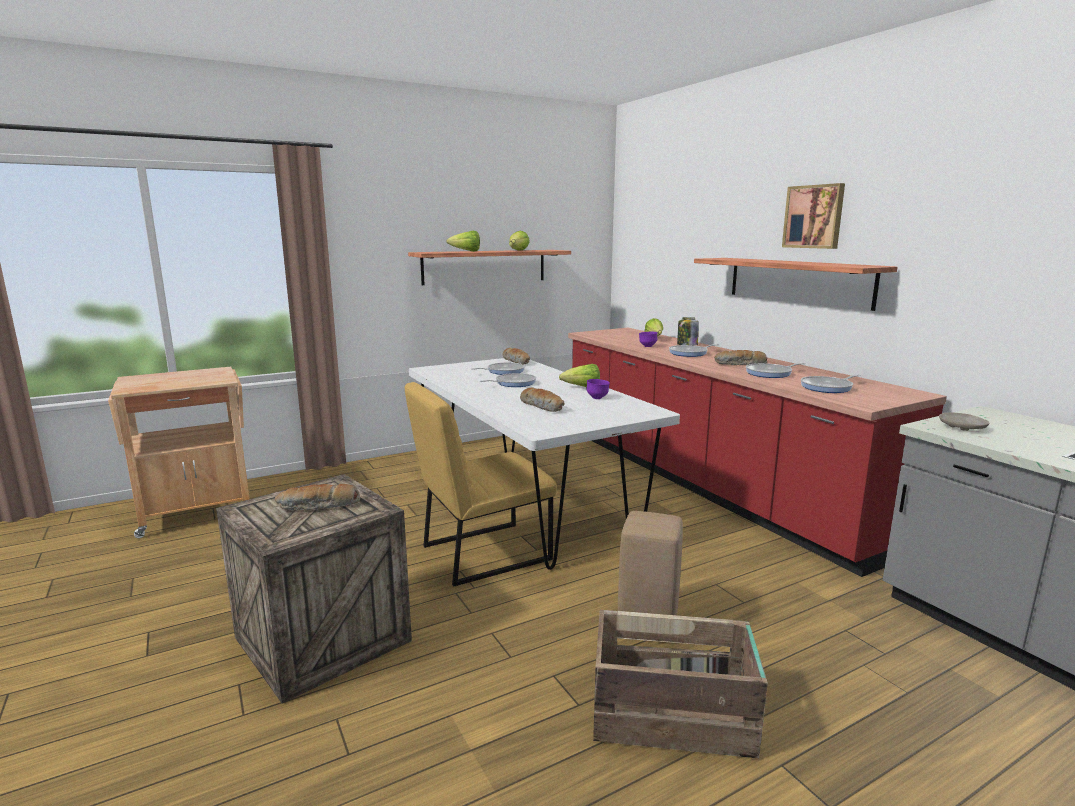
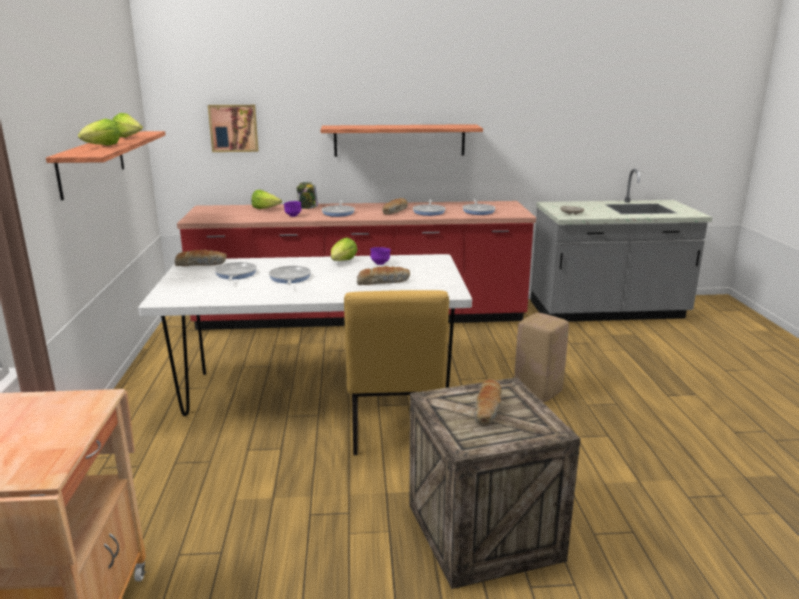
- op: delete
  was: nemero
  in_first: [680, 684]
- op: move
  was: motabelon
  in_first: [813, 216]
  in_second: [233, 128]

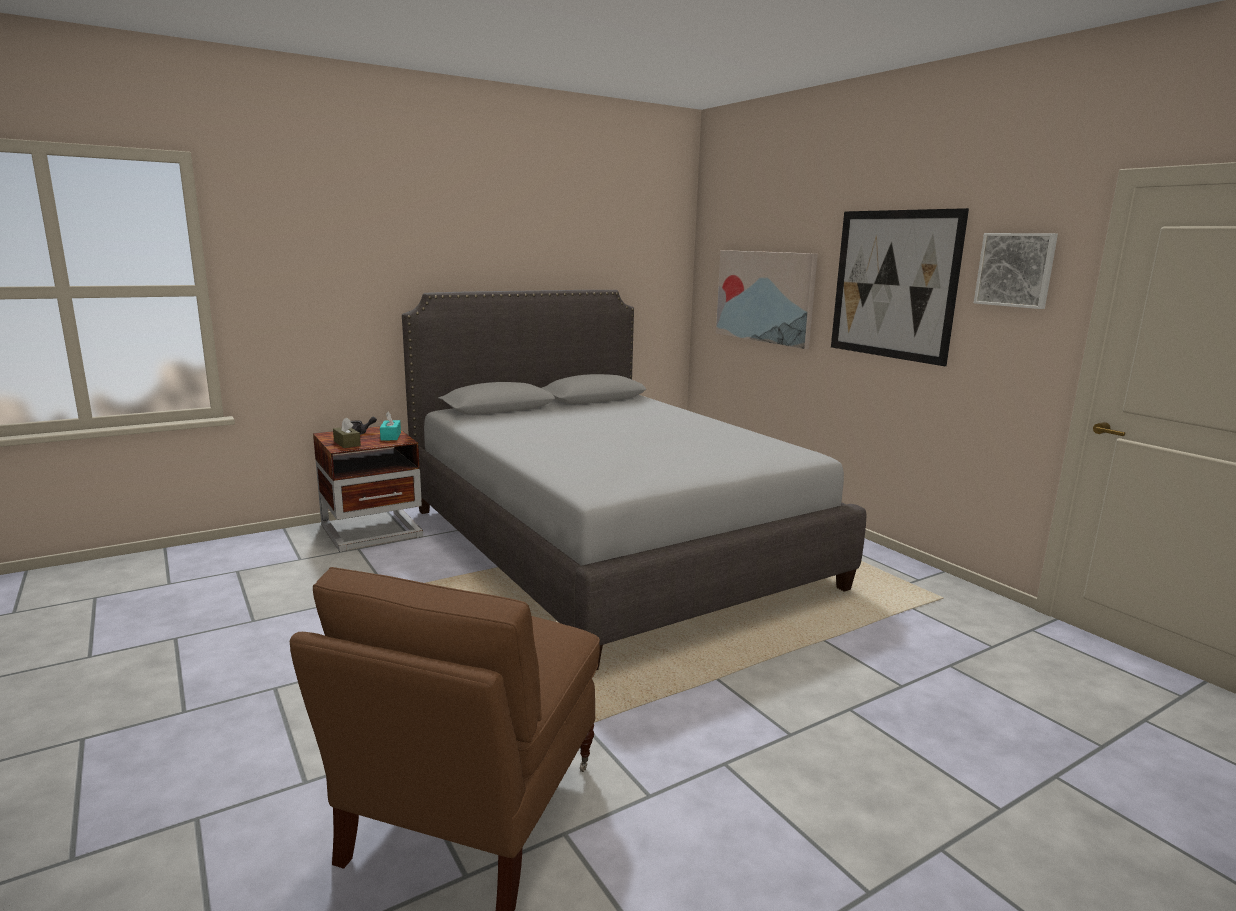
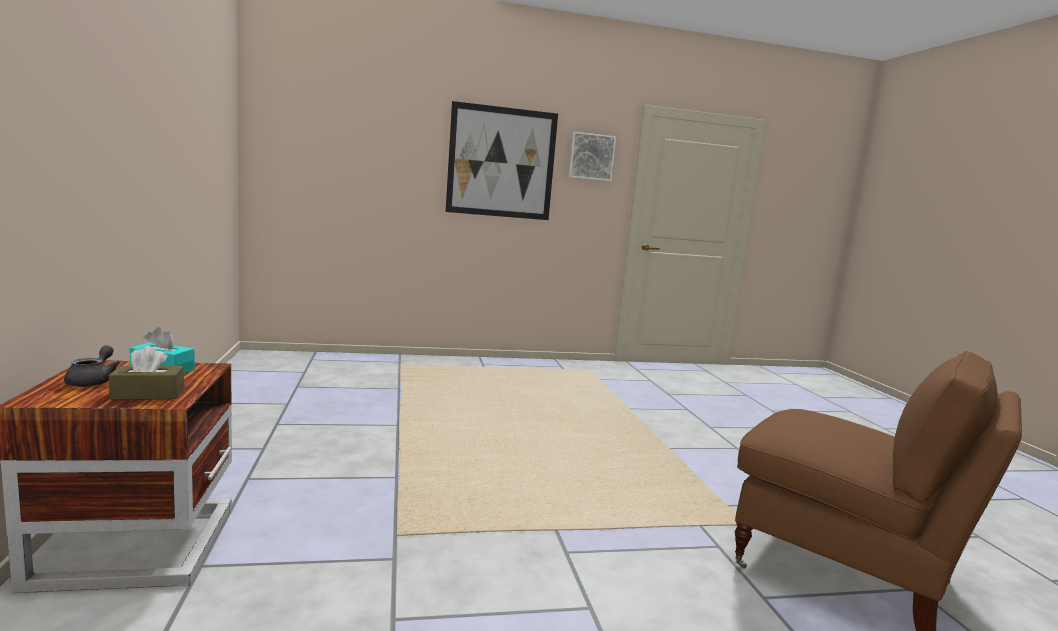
- op: delete
  was: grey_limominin
  in_first: [634, 480]
- op: delete
  was: motabelon
  in_first: [767, 299]

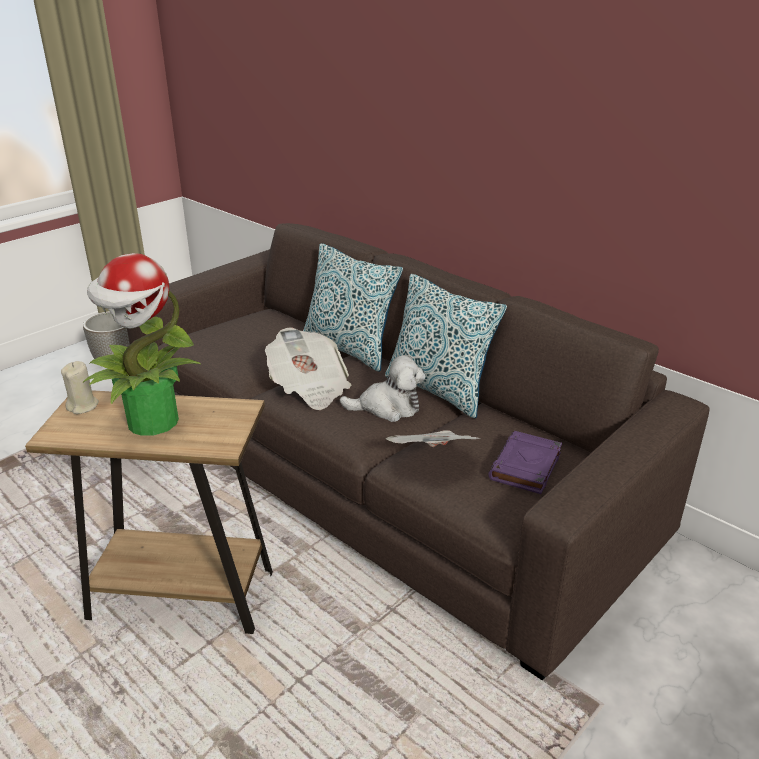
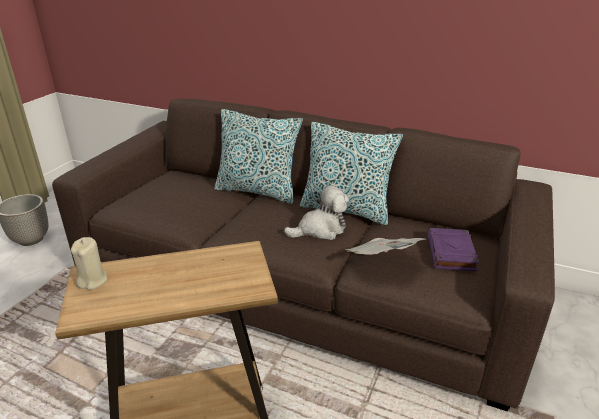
- op: delete
  was: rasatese
  in_first: [142, 344]
- op: delete
  was: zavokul
  in_first: [308, 368]

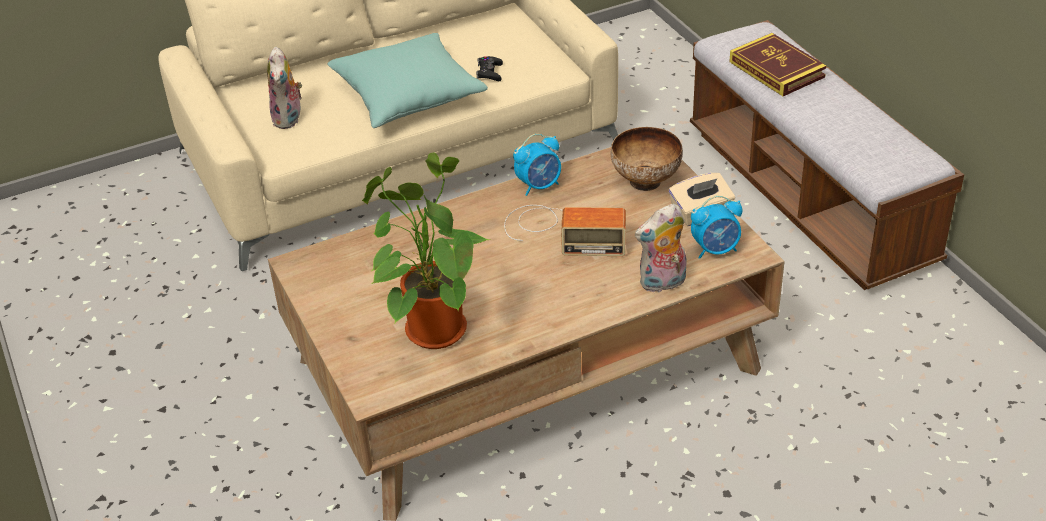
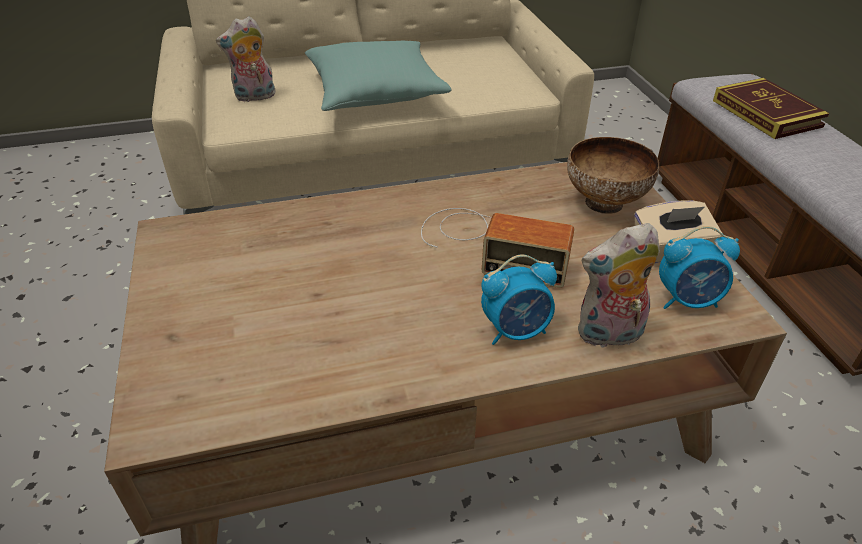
- op: rotate
  was: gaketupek
  in_first: [284, 87]
  in_second: [246, 59]
  clockwise: 60
- op: delete
  was: rasatese
  in_first: [426, 251]
- op: delete
  was: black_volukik
  in_first: [489, 68]
- op: move
  was: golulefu
  in_first: [537, 165]
  in_second: [519, 300]

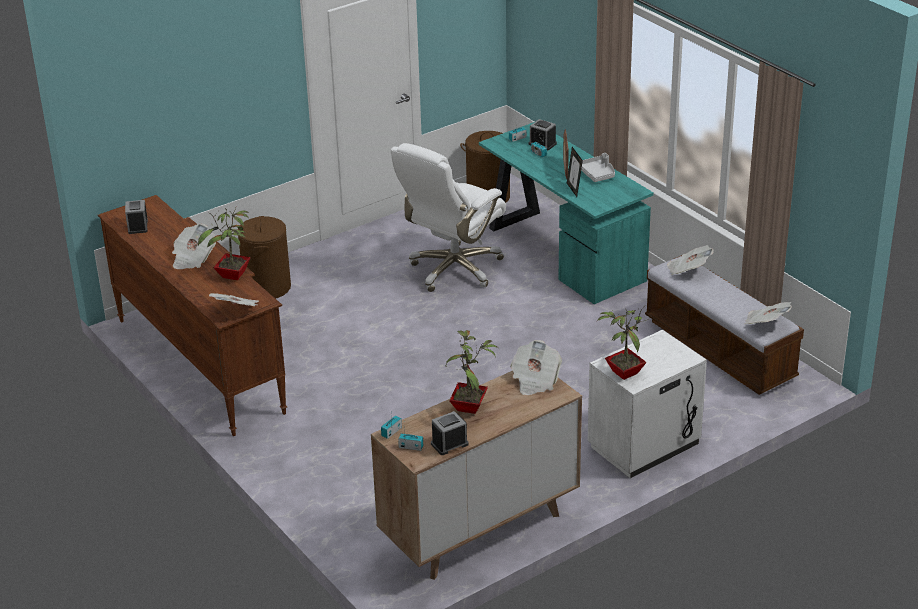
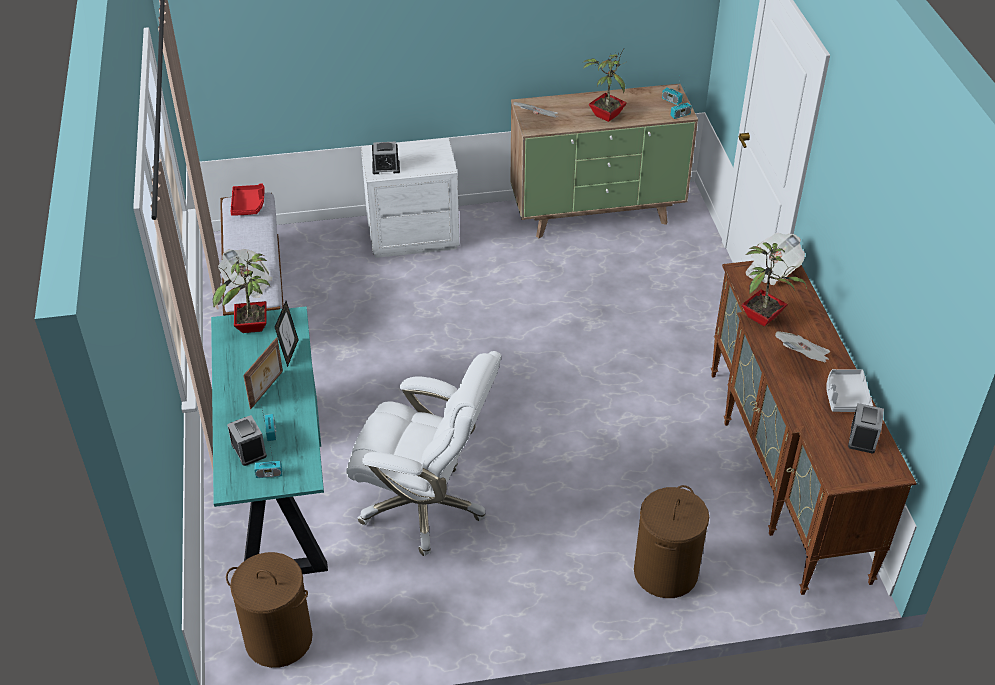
- op: rotate
  was: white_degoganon
  in_first: [448, 217]
  in_second: [423, 453]
  clockwise: 45
- op: move
  was: golulefu
  in_first: [450, 433]
  in_second: [386, 157]
- op: move
  was: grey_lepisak
  in_first: [598, 167]
  in_second: [849, 390]
- op: move
  was: rasatese
  in_first: [621, 343]
  in_second: [241, 292]
- op: replace
  was: zavokul
  now: red_lepisak
  in_first: [768, 313]
  in_second: [248, 199]

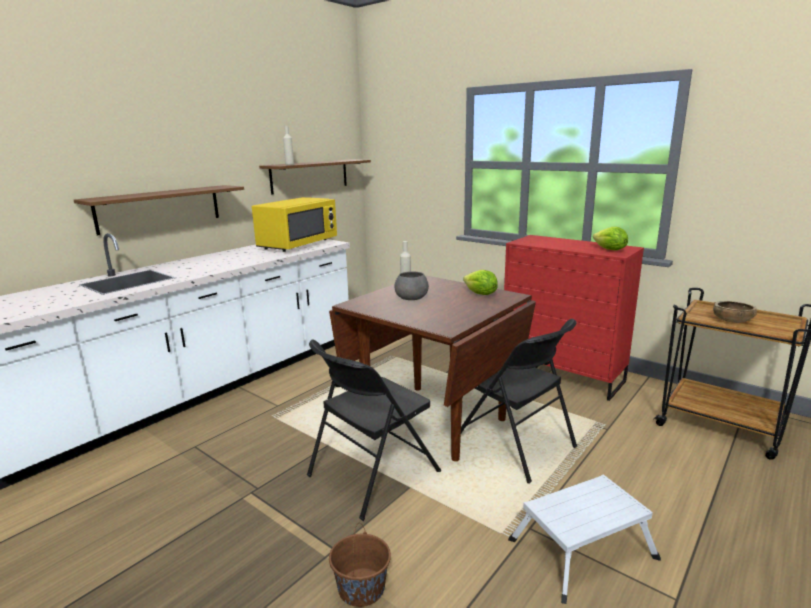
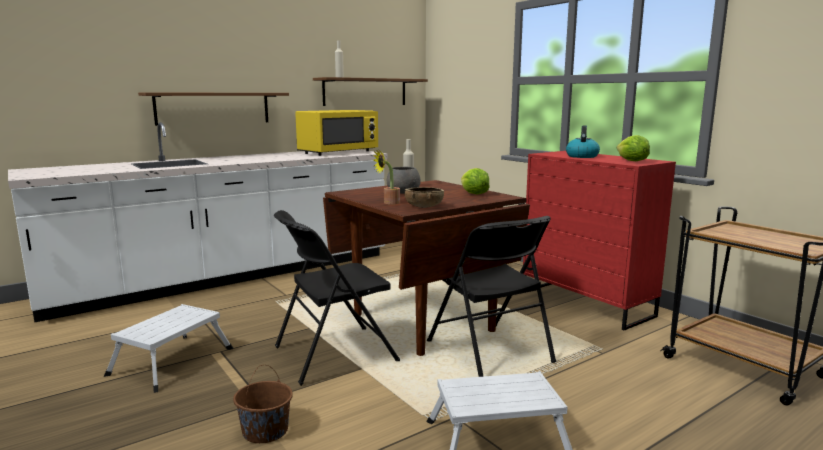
- op: move
  was: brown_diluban
  in_first: [735, 312]
  in_second: [424, 197]
- op: insert
  now: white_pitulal
  in_second: [168, 348]
- op: insert
  now: rasatese
  in_second: [386, 177]
- op: insert
  now: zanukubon
  in_second: [583, 141]

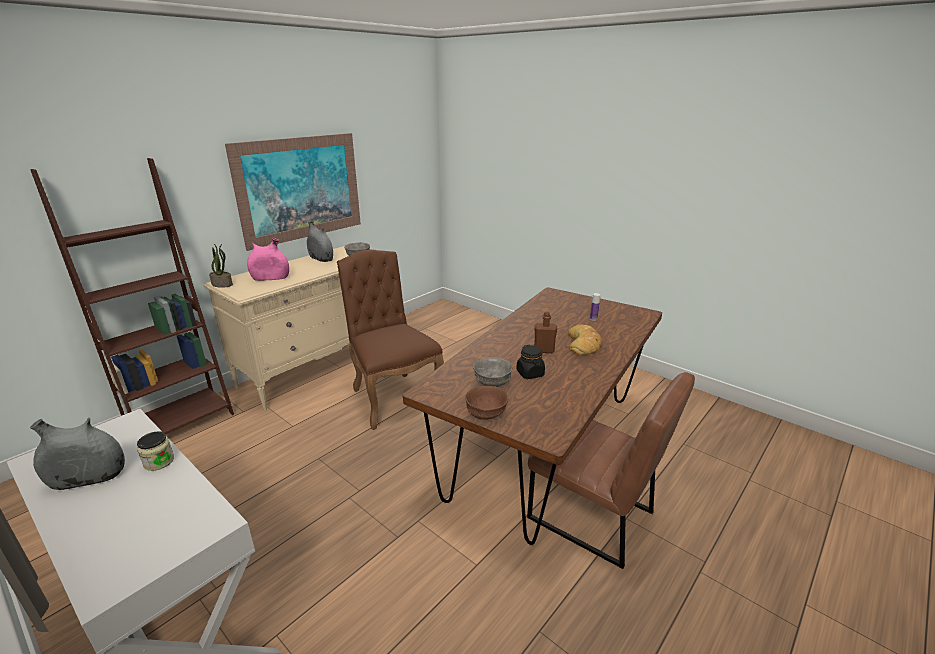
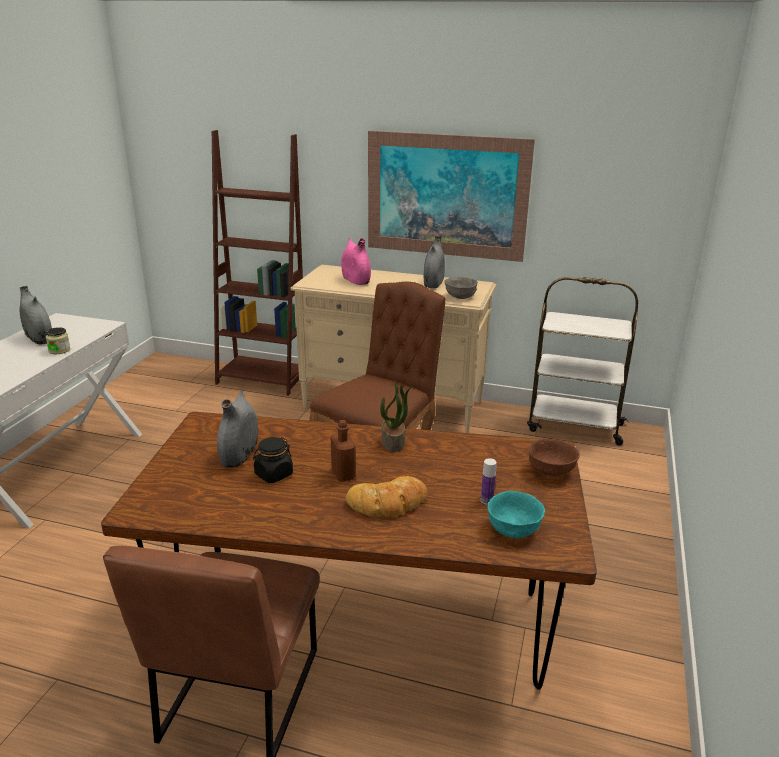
- op: move
  was: rasatese
  in_first: [221, 266]
  in_second: [396, 417]
- op: move
  was: brown_diluban
  in_first: [487, 403]
  in_second: [554, 457]
- op: replace
  was: grey_diluban
  now: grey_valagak
  in_first: [493, 372]
  in_second: [237, 429]
- op: insert
  now: turquoise_diluban
  in_second: [516, 514]
- op: insert
  now: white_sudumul
  in_second: [582, 361]

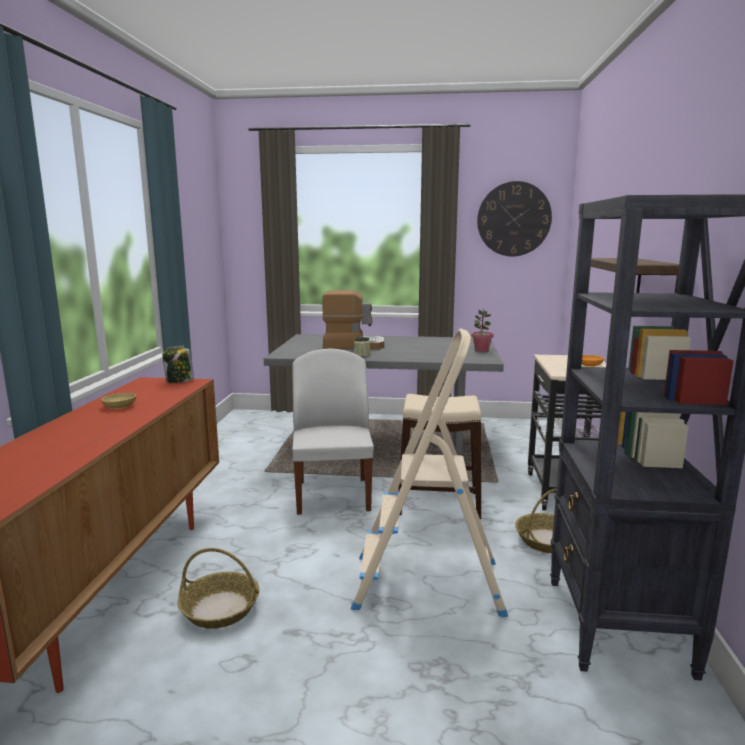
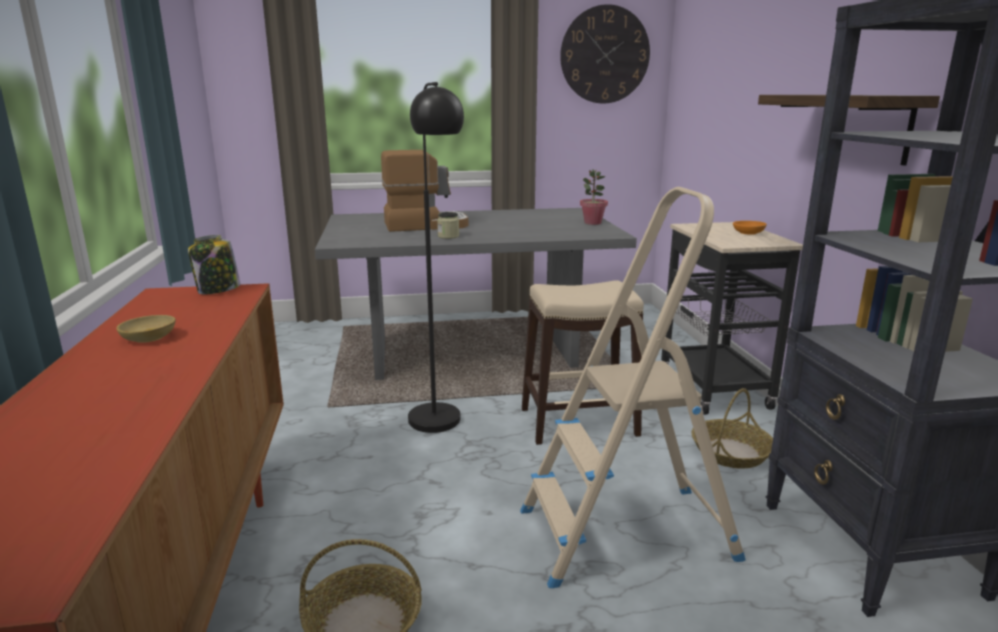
- op: replace
  was: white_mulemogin
  now: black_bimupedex
  in_first: [333, 432]
  in_second: [436, 257]

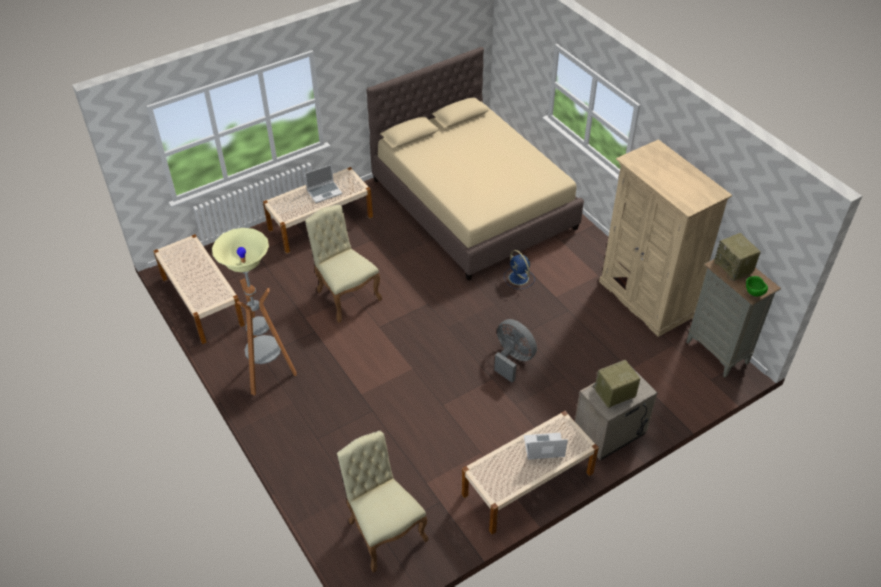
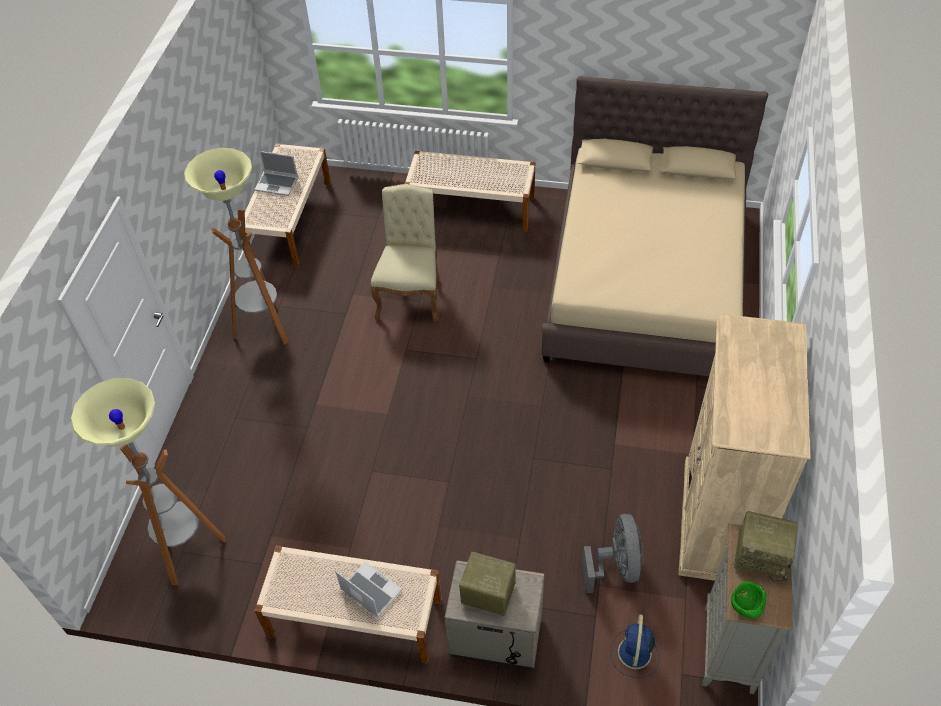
- op: move
  was: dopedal
  in_first: [323, 183]
  in_second: [276, 173]
- op: replace
  was: beige_mulemogin
  now: bimupedex
  in_first: [382, 502]
  in_second: [148, 482]
- op: move
  was: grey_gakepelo
  in_first: [515, 351]
  in_second: [612, 553]
- op: move
  was: blue_gakepelo
  in_first: [519, 269]
  in_second: [635, 646]
- op: rotate
  was: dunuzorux
  in_first: [737, 257]
  in_second: [766, 546]
  clockwise: -90

